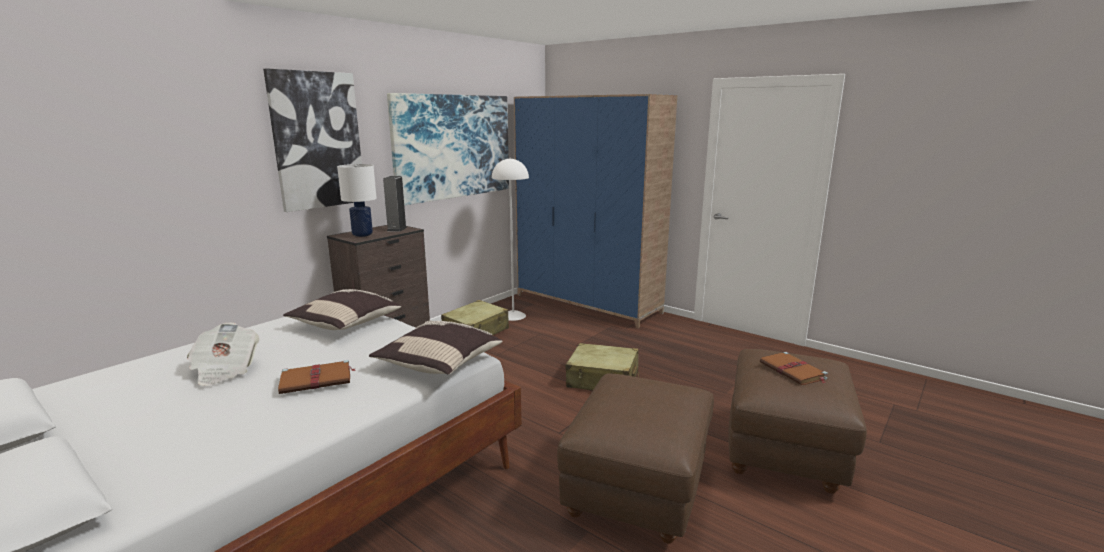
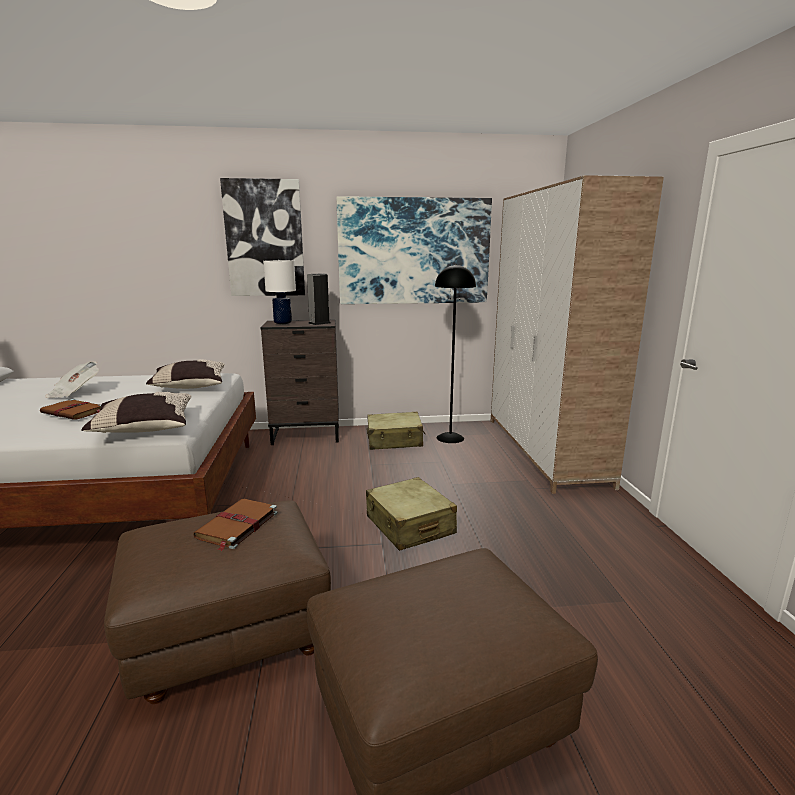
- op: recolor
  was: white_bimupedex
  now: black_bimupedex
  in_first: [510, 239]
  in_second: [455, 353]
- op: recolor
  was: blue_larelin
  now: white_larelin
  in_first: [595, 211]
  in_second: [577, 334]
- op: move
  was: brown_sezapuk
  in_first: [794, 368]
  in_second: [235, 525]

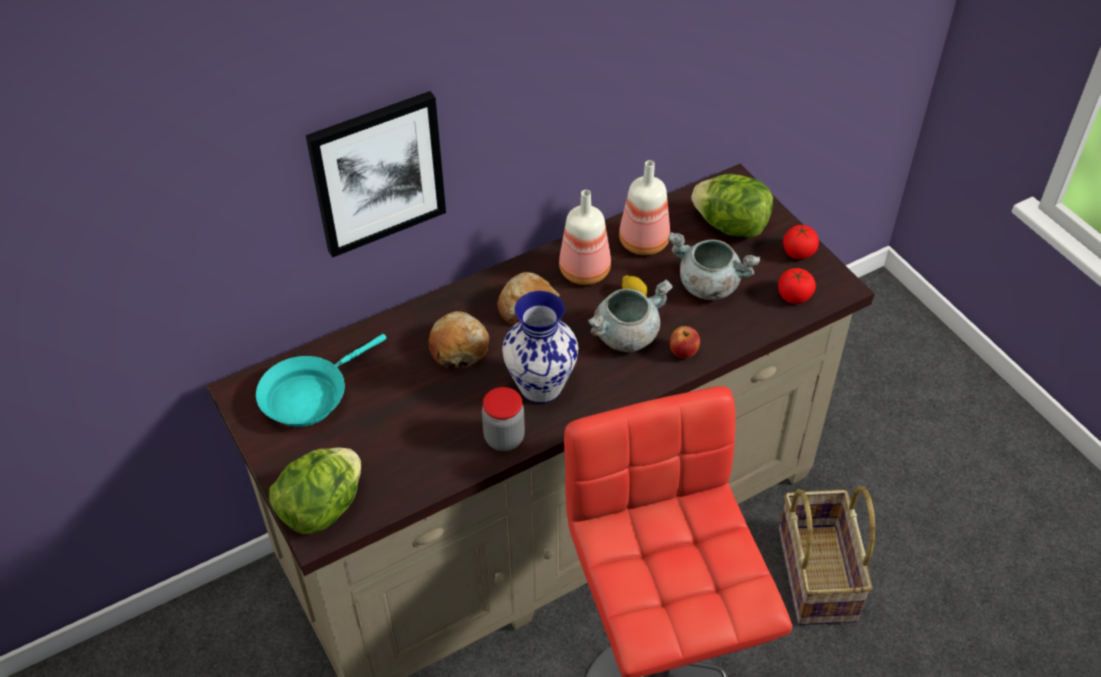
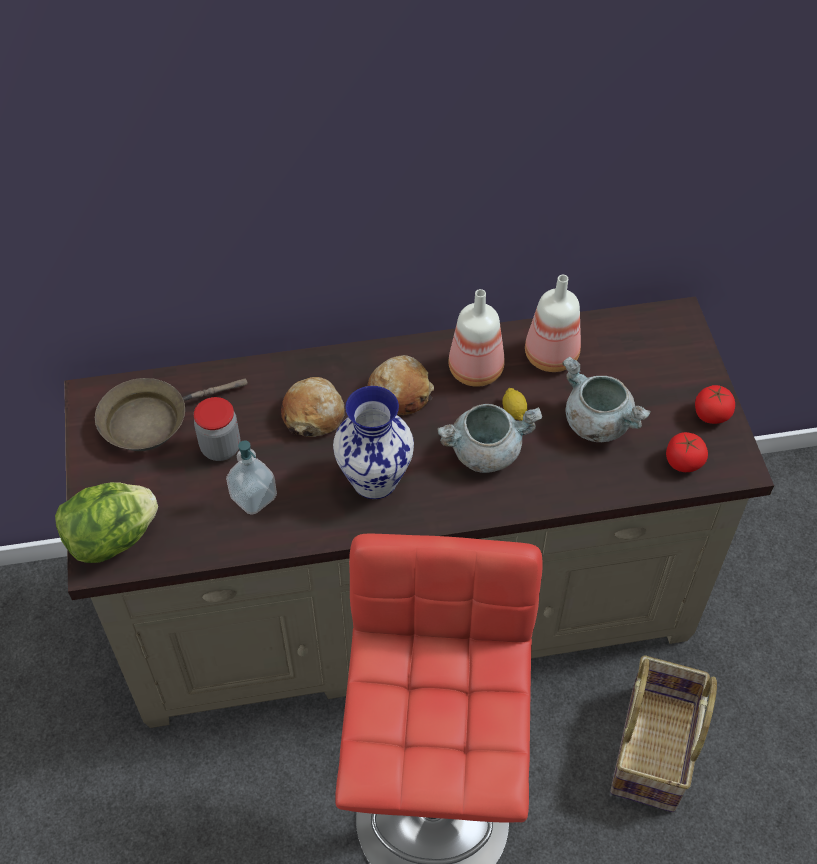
- op: recolor
  was: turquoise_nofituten
  now: brown_nofituten
  in_first: [321, 380]
  in_second: [171, 414]
- op: delete
  was: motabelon
  in_first: [376, 174]
- op: move
  was: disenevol
  in_first: [503, 419]
  in_second: [217, 429]
- op: delete
  was: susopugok
  in_first: [685, 342]
- op: delete
  was: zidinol
  in_first: [732, 206]
- op: insert
  now: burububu
  in_second: [251, 477]

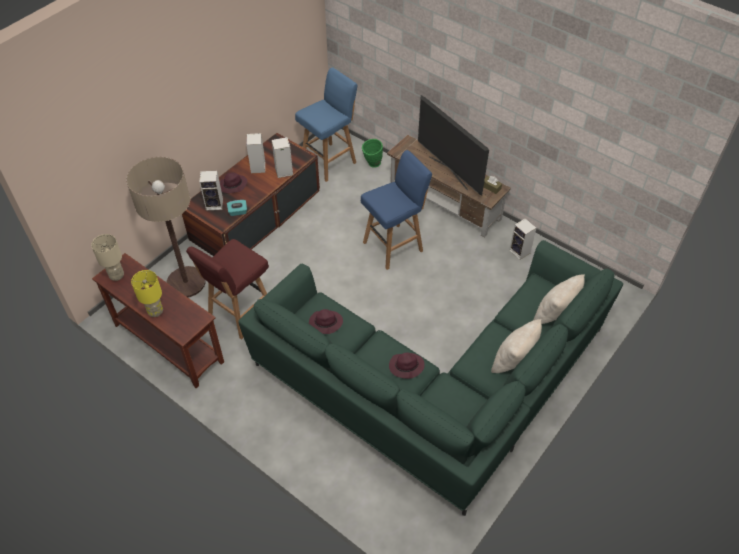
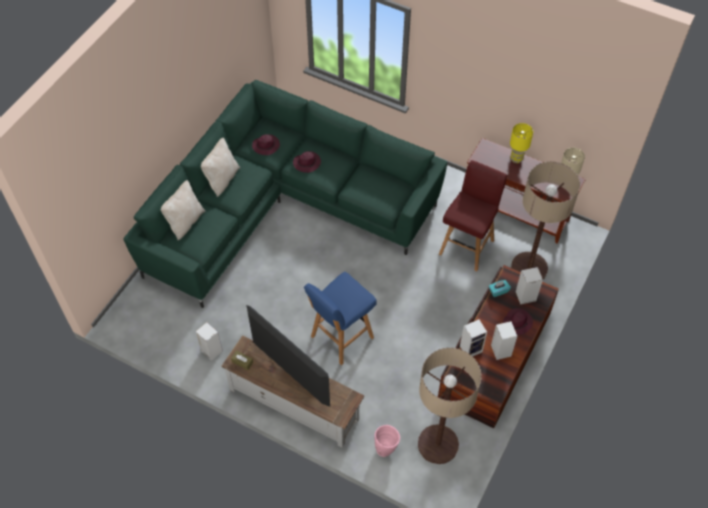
- op: replace
  was: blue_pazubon
  now: bimupedex
  in_first: [326, 124]
  in_second: [450, 406]
- op: move
  was: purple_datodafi
  in_first: [326, 321]
  in_second: [266, 144]
- op: recolor
  was: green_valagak
  now: pink_valagak
  in_first: [372, 153]
  in_second: [387, 441]

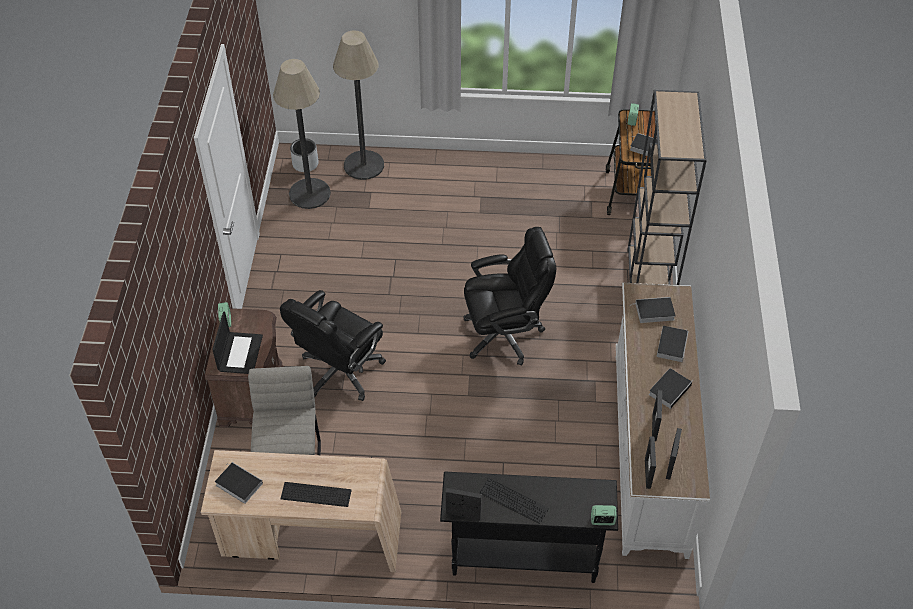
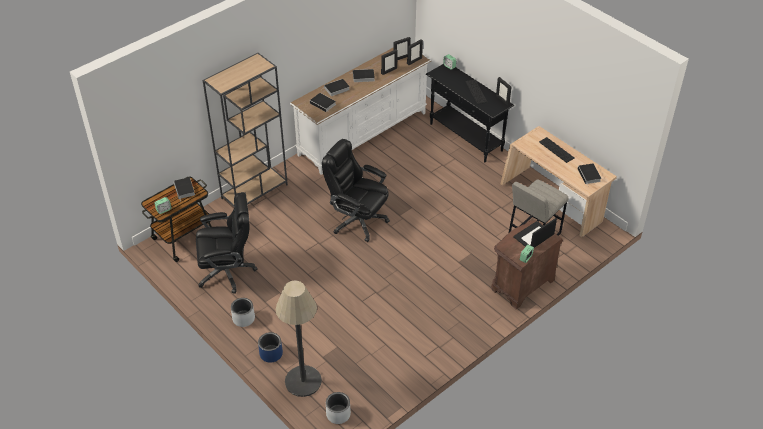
- op: delete
  was: bimupedex
  in_first: [302, 134]
- op: move
  was: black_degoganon
  in_first: [333, 345]
  in_second: [227, 243]
- op: insert
  now: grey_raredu
  in_second: [243, 312]
- op: insert
  now: blue_raredu
  in_second: [270, 347]

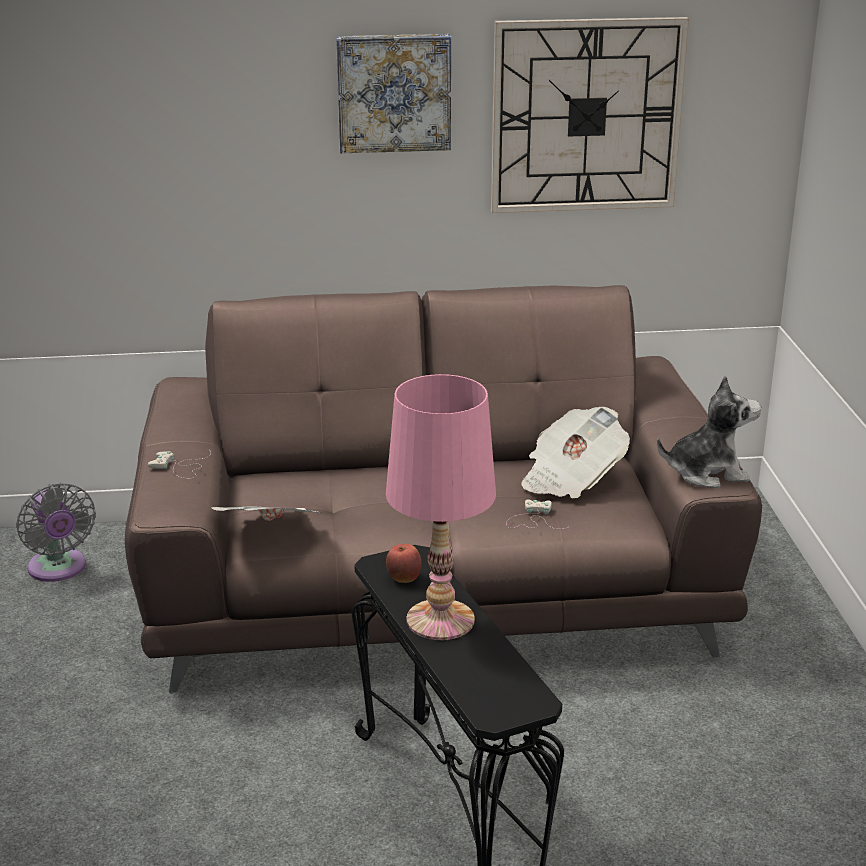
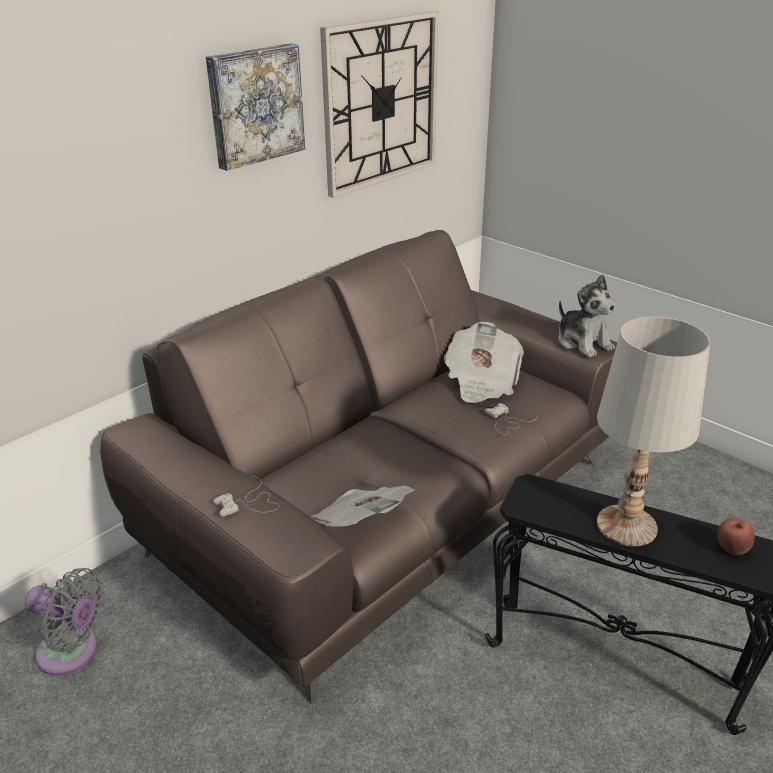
- op: recolor
  was: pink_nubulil
  now: white_nubulil
  in_first: [441, 507]
  in_second: [653, 431]
- op: move
  was: susopugok
  in_first: [403, 563]
  in_second: [736, 536]
- op: rotate
  was: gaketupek
  in_first: [709, 431]
  in_second: [587, 315]
  clockwise: 105

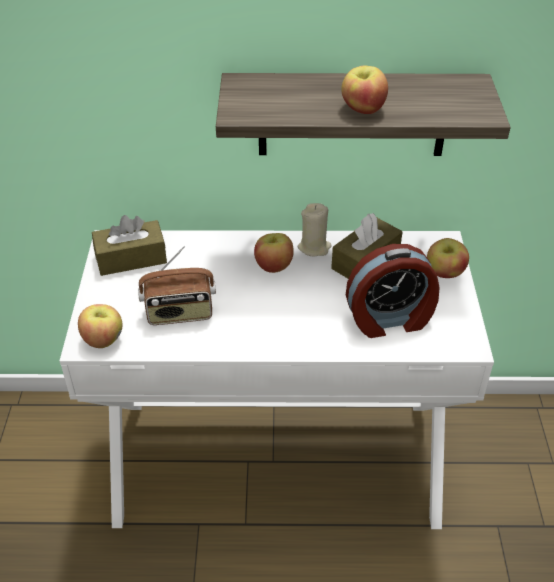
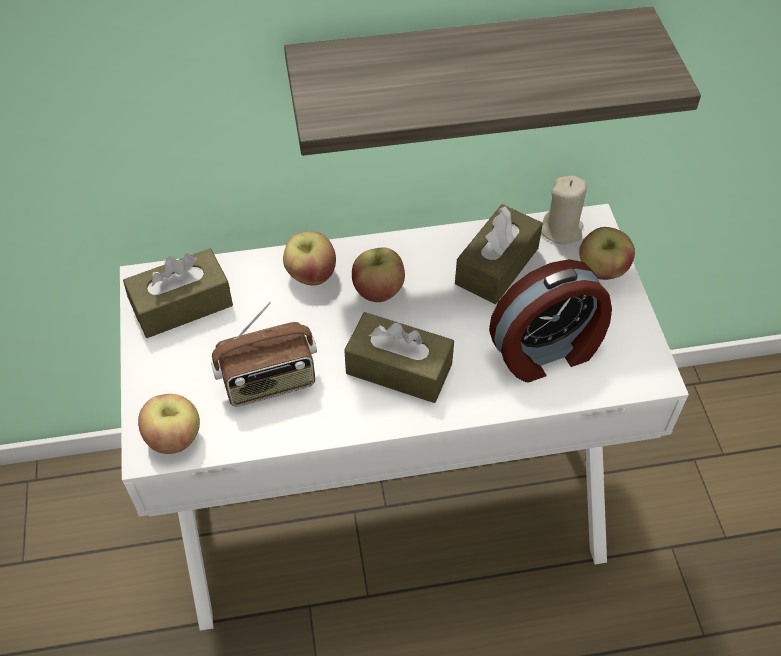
- op: move
  was: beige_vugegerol
  in_first: [315, 230]
  in_second: [563, 210]
- op: move
  was: susopugok
  in_first: [364, 90]
  in_second: [309, 258]
- op: insert
  now: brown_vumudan
  in_second: [399, 357]

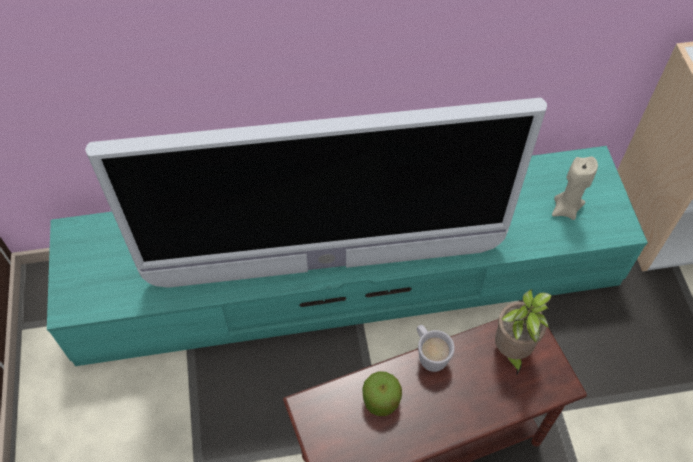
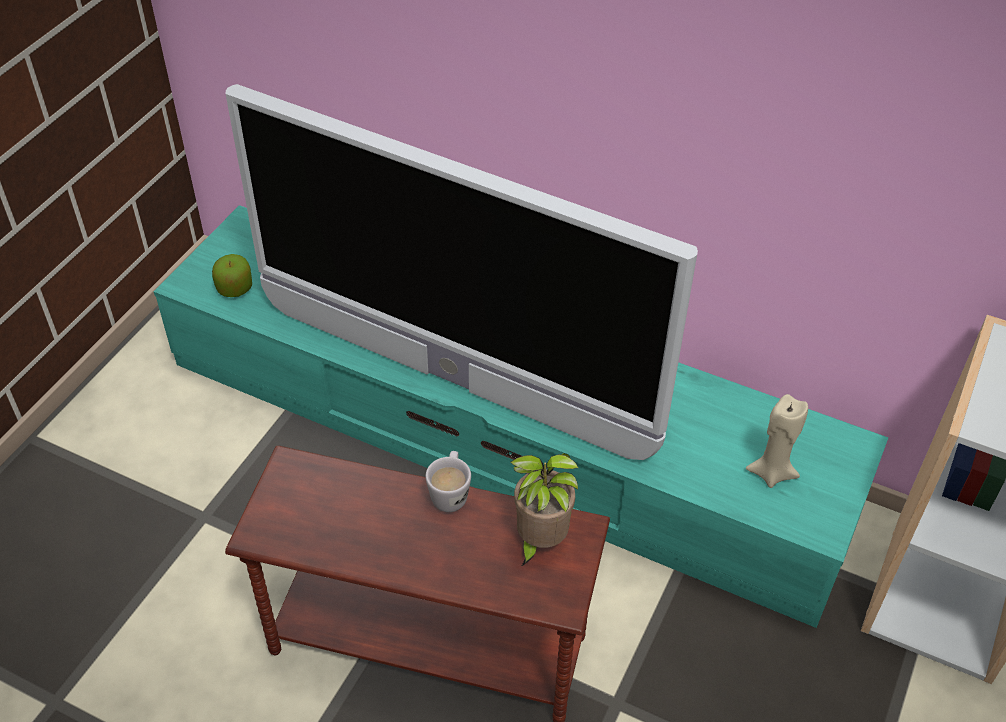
- op: move
  was: susopugok
  in_first: [382, 393]
  in_second: [232, 275]

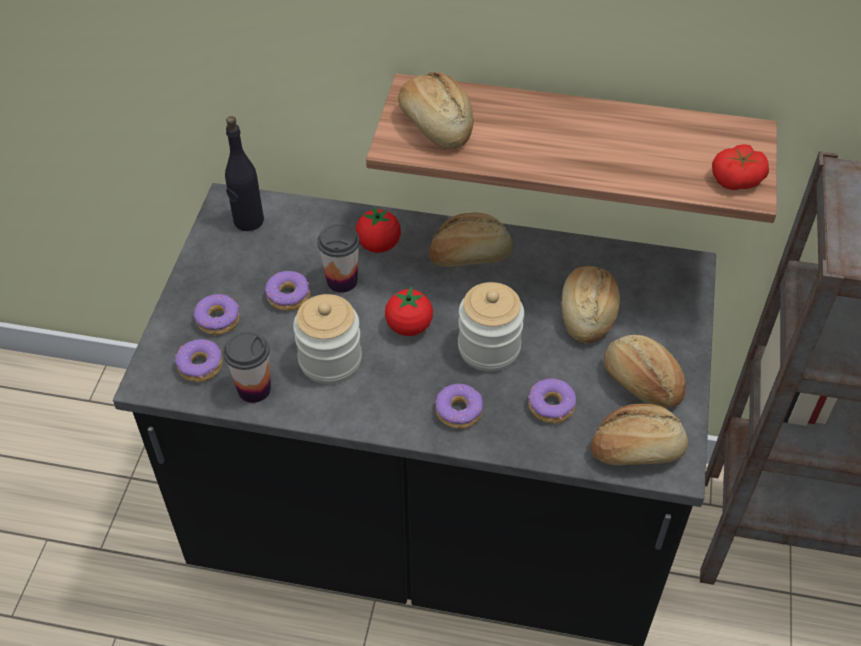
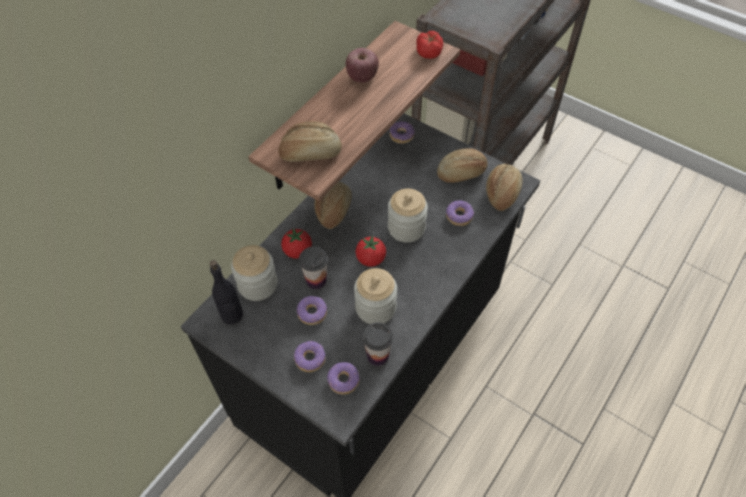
- op: move
  was: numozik
  in_first: [459, 406]
  in_second: [402, 132]
- op: delete
  was: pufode
  in_first: [591, 305]
- op: insert
  now: disenevol
  in_second: [254, 273]
- op: insert
  now: susopugok
  in_second: [362, 65]

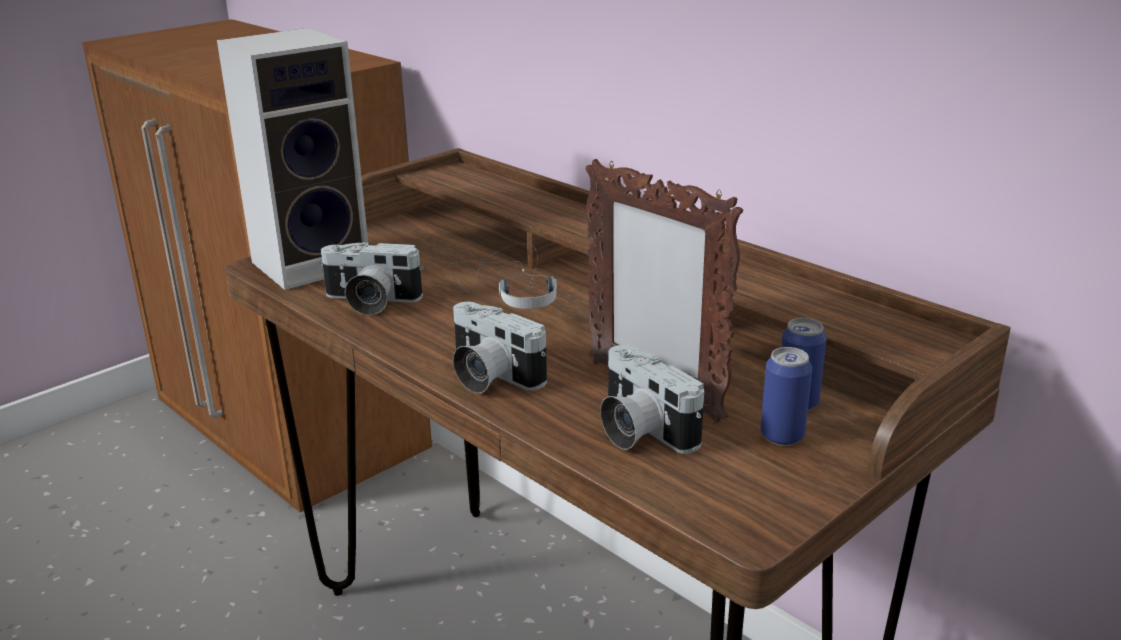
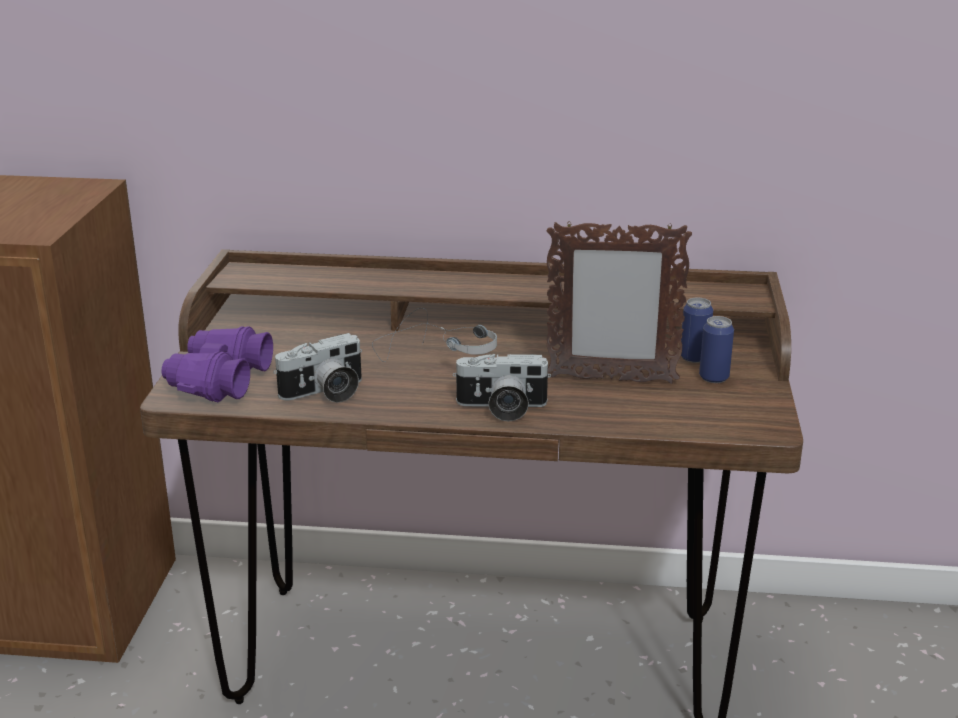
- op: replace
  was: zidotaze
  now: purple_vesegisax
  in_first: [292, 159]
  in_second: [217, 365]
- op: delete
  was: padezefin
  in_first: [652, 399]

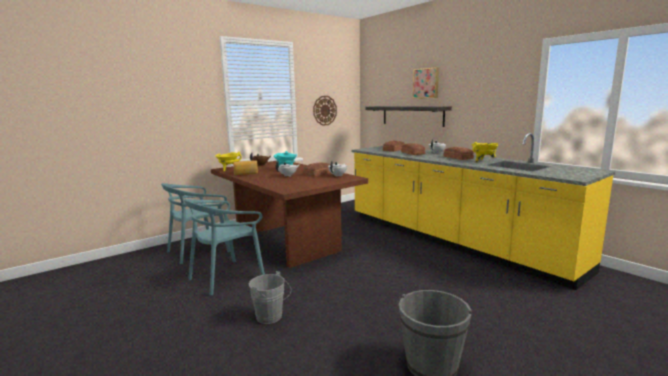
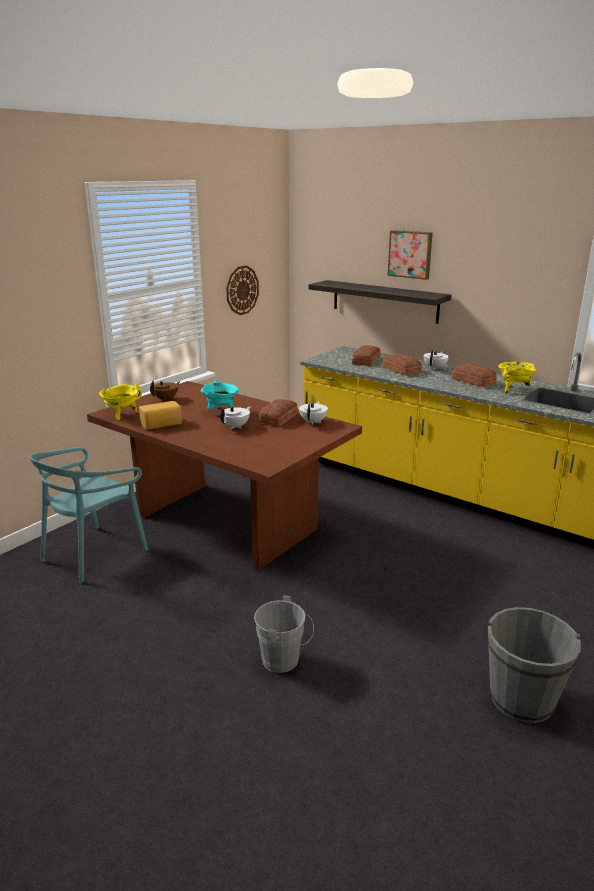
- op: delete
  was: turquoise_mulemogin
  in_first: [224, 247]

